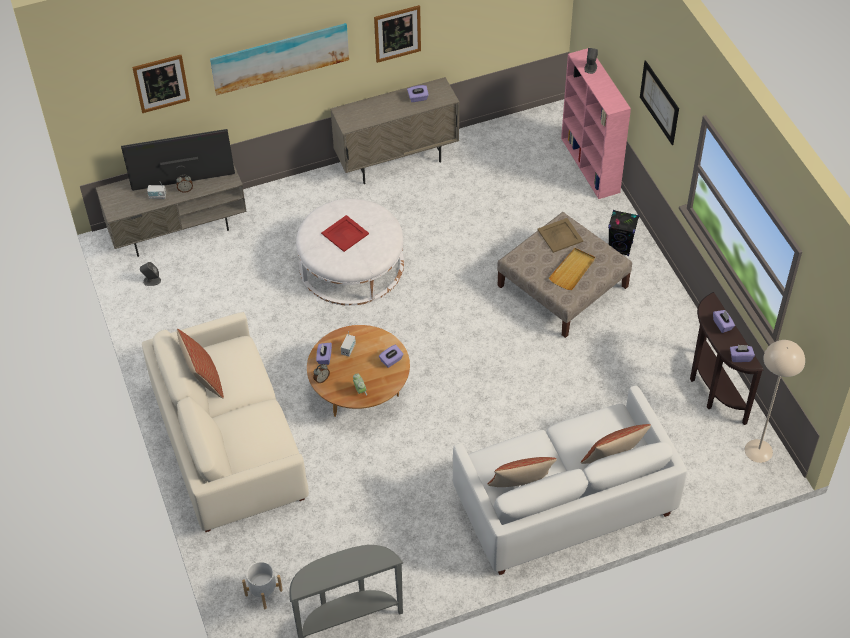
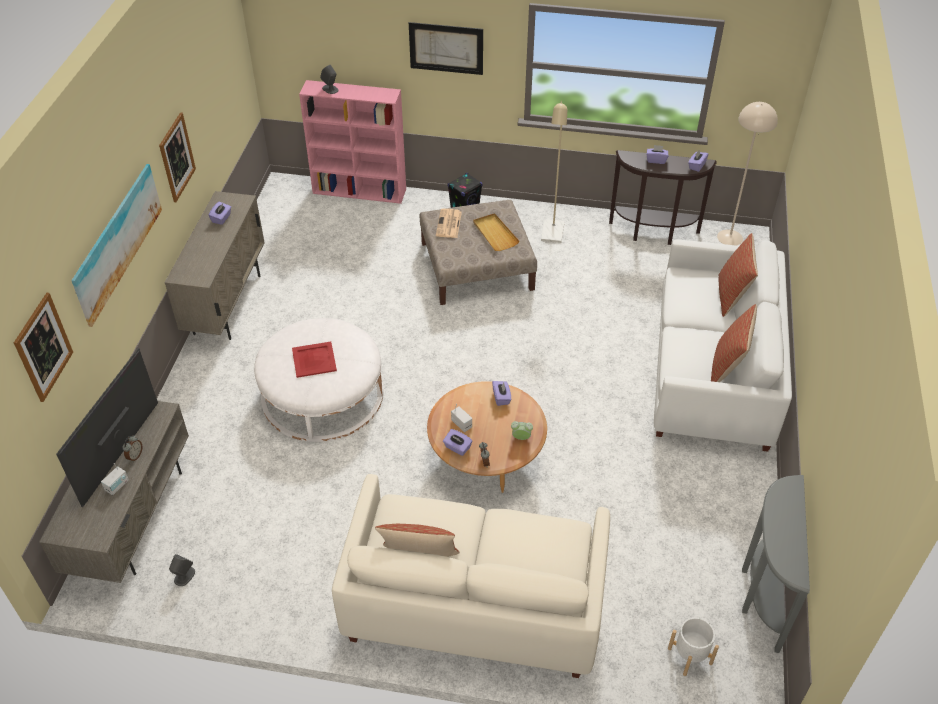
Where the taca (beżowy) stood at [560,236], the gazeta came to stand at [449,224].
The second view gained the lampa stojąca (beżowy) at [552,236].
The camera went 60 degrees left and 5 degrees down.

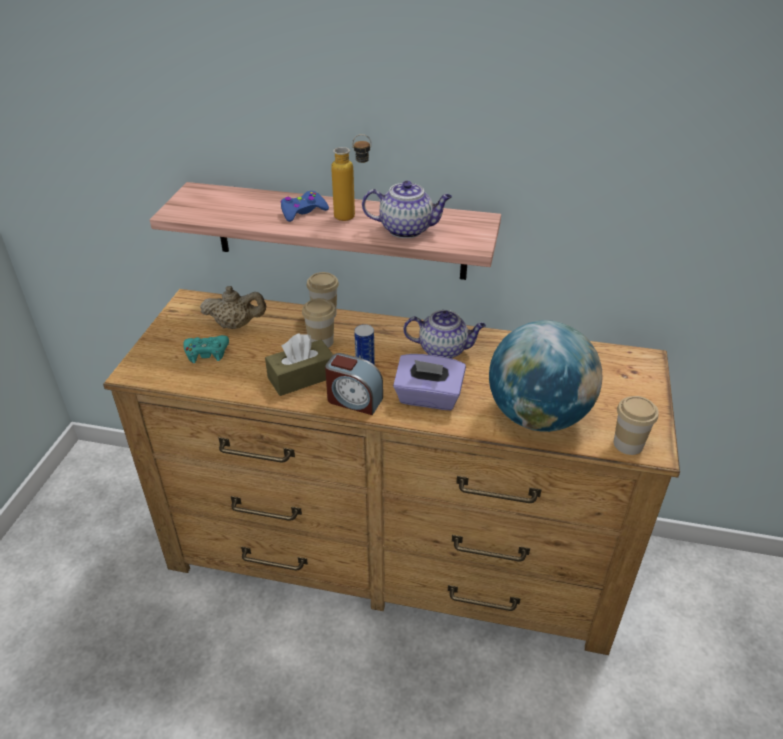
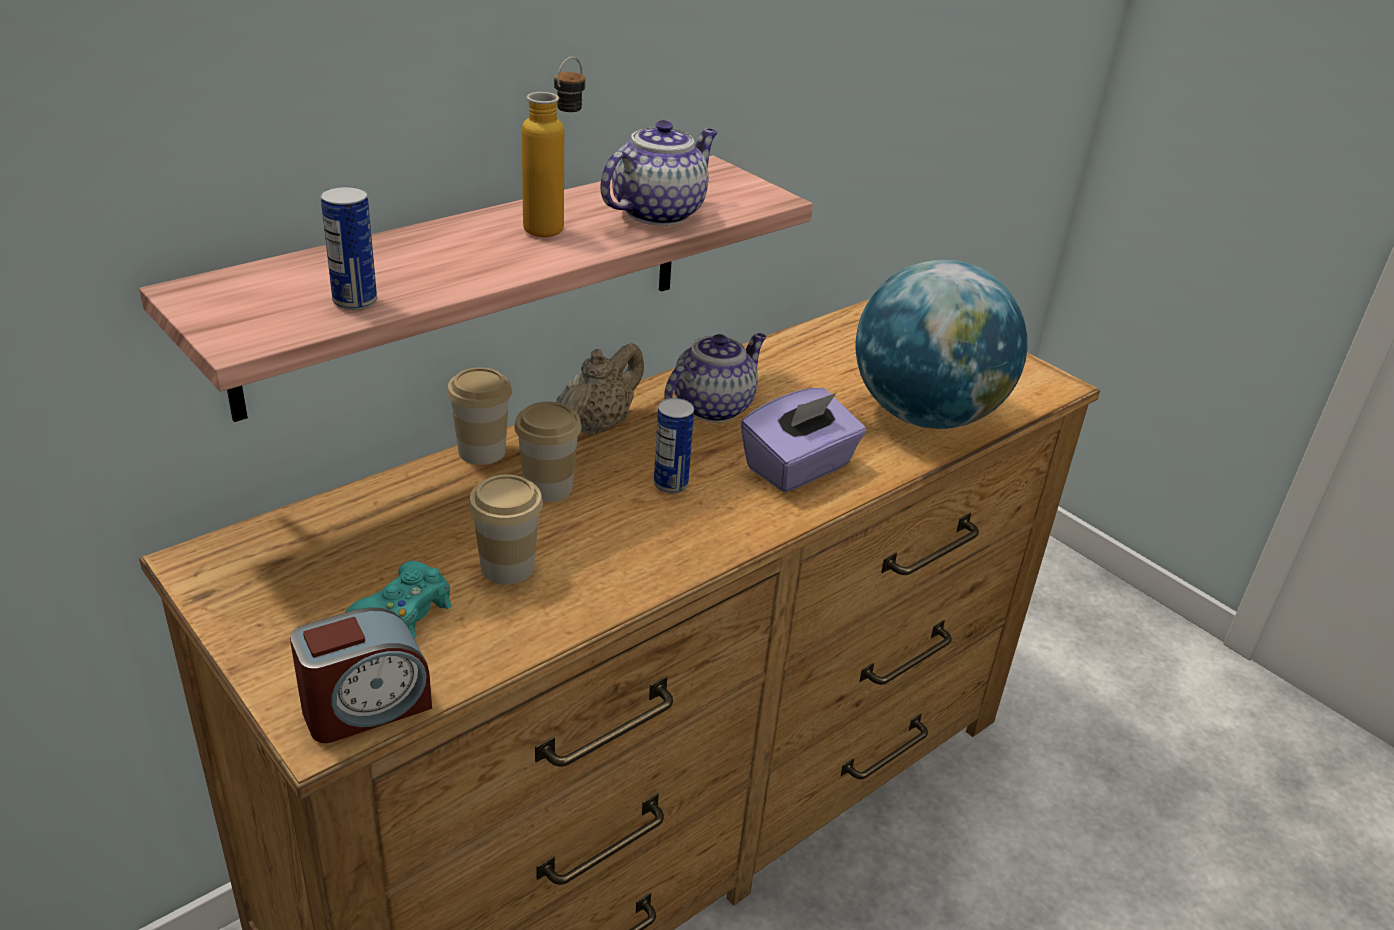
The budzik ended up elsewhere, having gone from [354,400] to [366,707].
The second view gained the puszka at [355,301].
The filiżanka ended up elsewhere, having gone from [628,444] to [507,567].
The imbryk (beżowy) ended up elsewhere, having gone from [236,325] to [598,424].
The second view lost the pudełko chusteczek (brązowy) at [302,377].
The second view lost the pad do gier (niebieski) at [303,212].
The camera went 55 degrees left and 5 degrees down.

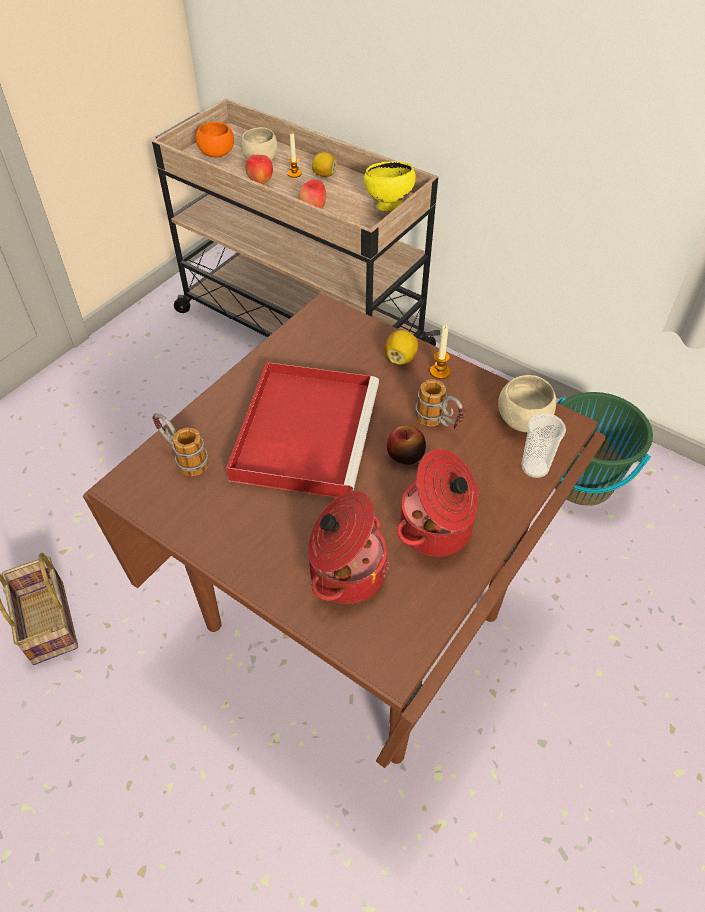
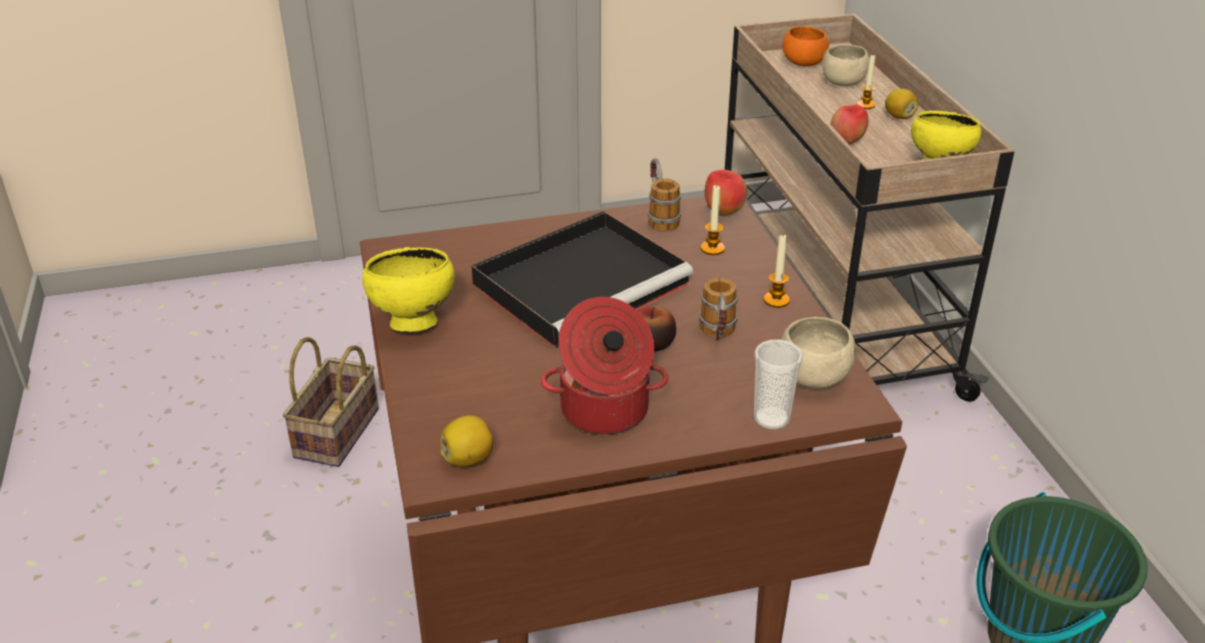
The second view gained the miska (żółty) at [412,323].
The cytryna ended up elsewhere, having gone from [400,358] to [469,459].
What was the taca (czerwony) at [305,430] turned into the taca (czarny) at [583,283].
The kubek ended up elsewhere, having gone from [183,458] to [659,216].
The second view gained the świeca at [712,248].
The jabłko ended up elsewhere, having gone from [260,182] to [723,212].
The second view lost the garnek at [345,572].
The camera went 40 degrees right and 15 degrees down.

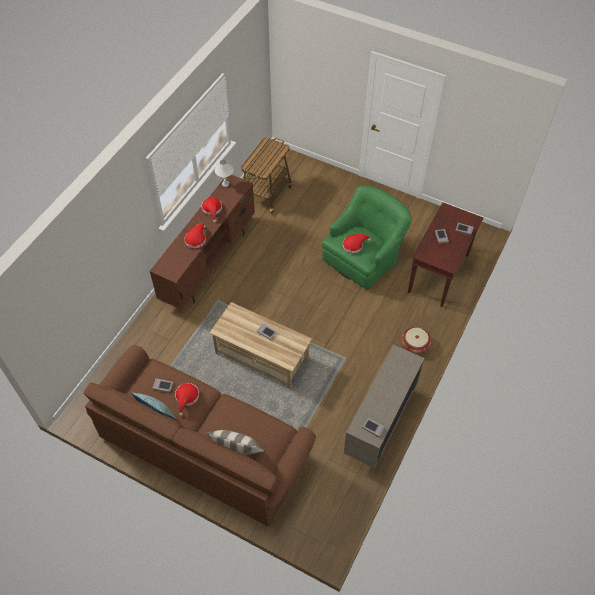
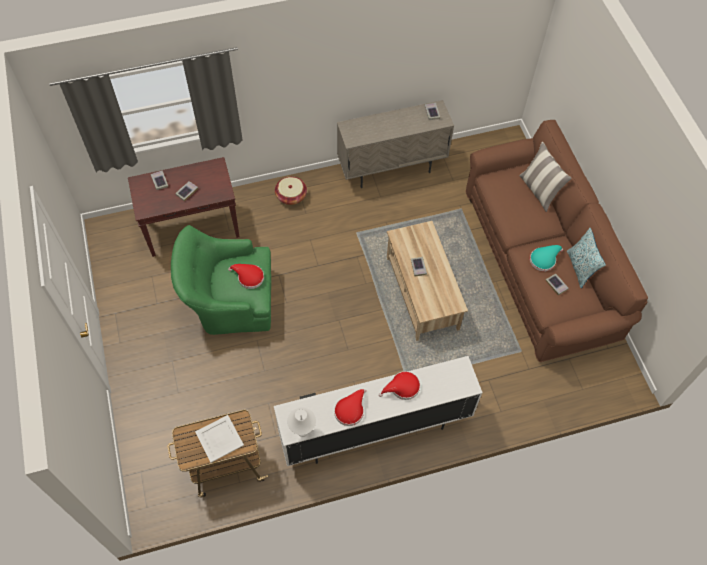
The second view gained the taca (biały) at [220,438].
What was the szafka pod telewizor (brązowy) at [209,263] turned into the szafka pod telewizor (biały) at [374,430].
What was the kapelusz (czerwony) at [186,397] turned into the kapelusz (turkusowy) at [544,259].
The camera went 135 degrees left and 5 degrees up.

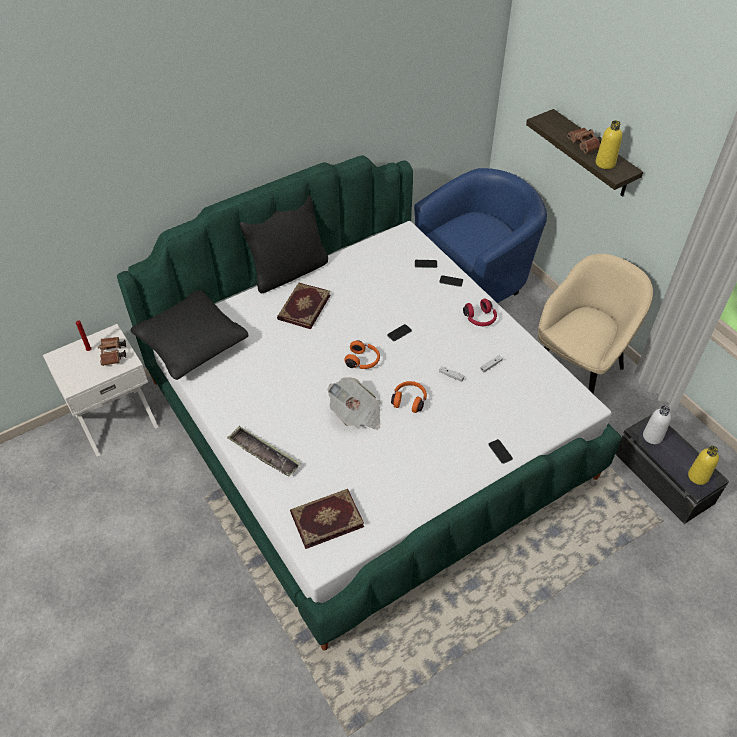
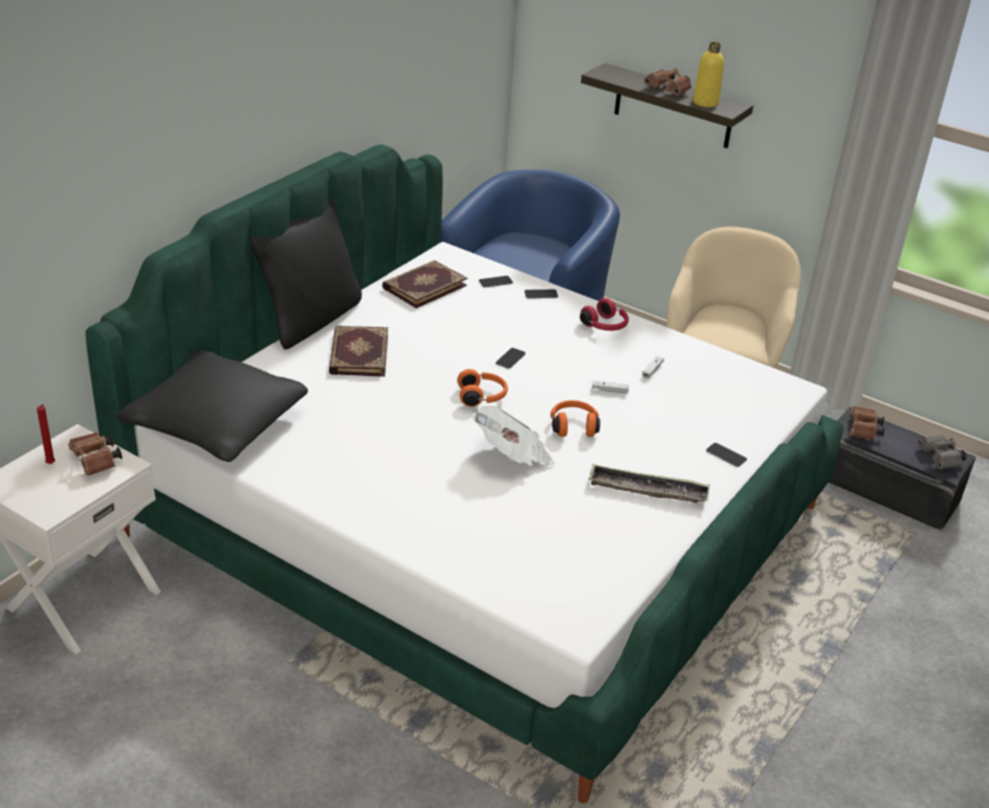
The książka ended up elsewhere, having gone from [326,518] to [424,286].
The taca ended up elsewhere, having gone from [264,454] to [647,490].
Where the butelka (biały) stood at [652,436], the lornetka (brązowy) came to stand at [863,431].
Where the butelka (żółty) stood at [698,476], the lornetka (szary) came to stand at [940,459].
The camera went 25 degrees left and 15 degrees down.

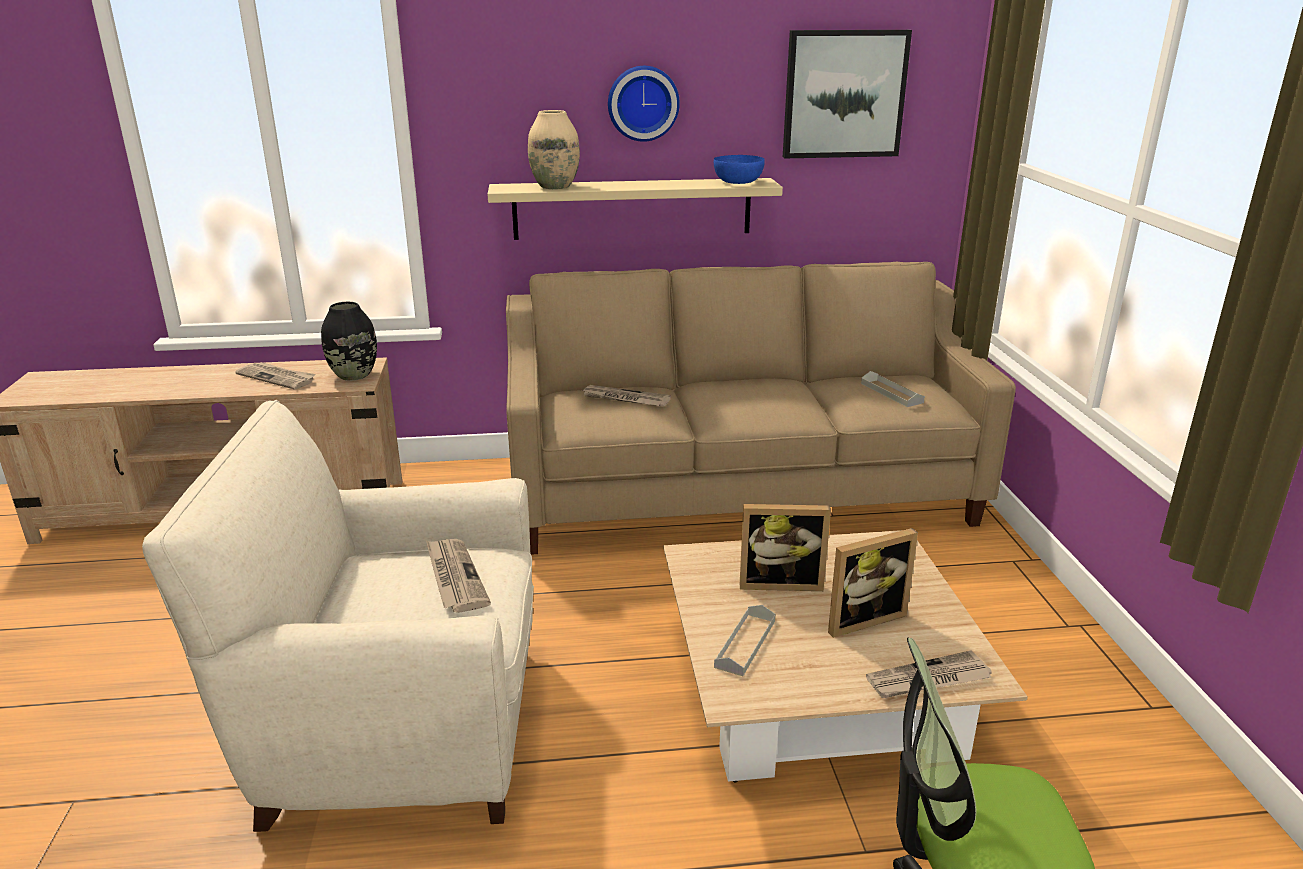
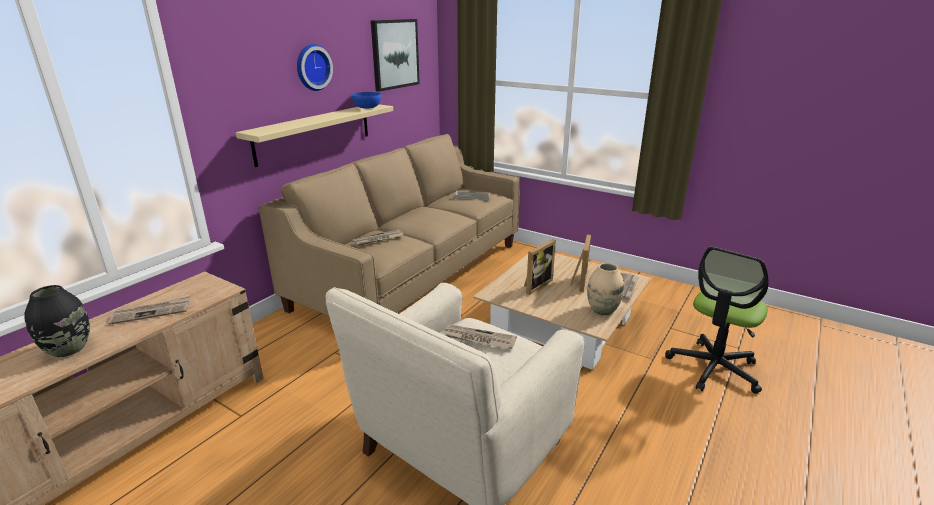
The wazon (czarny) ended up elsewhere, having gone from [353,375] to [68,349].
The wazon (beżowy) ended up elsewhere, having gone from [554,186] to [602,310].
The second view lost the taca (szary) at [745,644].
The camera went 50 degrees left and 0 degrees up.

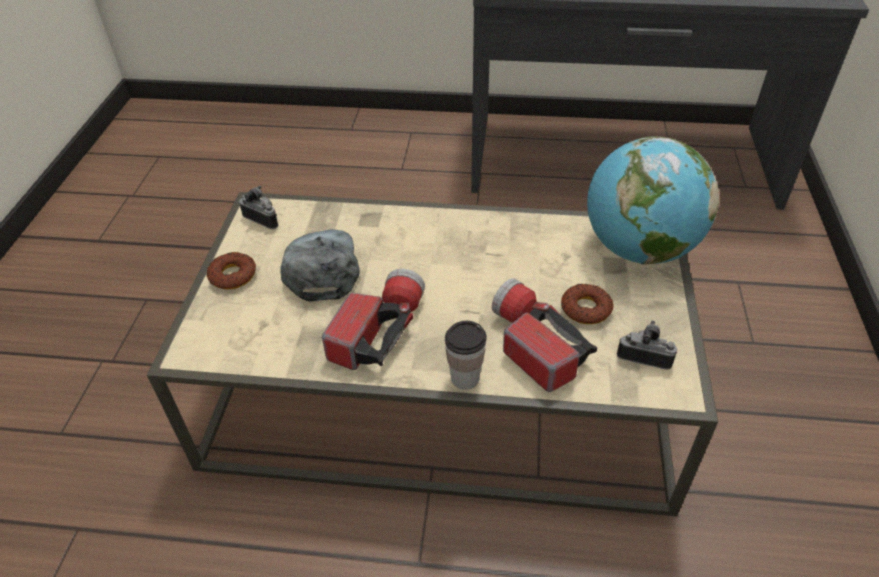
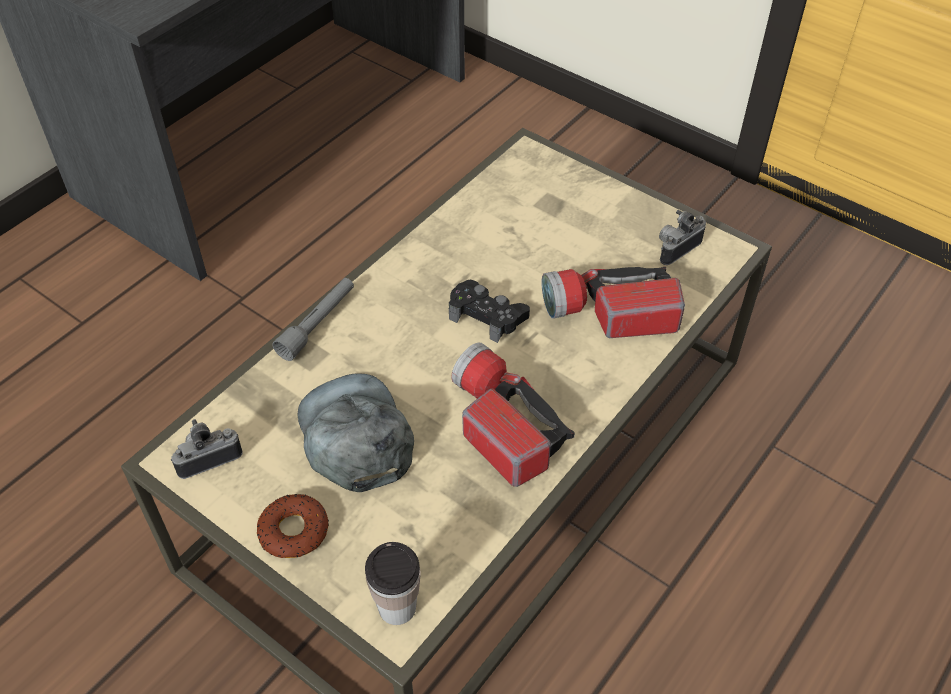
The second view gained the latarka (szary) at [318,324].
The czapka z daszkiem (szary) at [321,267] ended up facing another way, 45 degrees clockwise from before.
The filiżanka ended up elsewhere, having gone from [465,378] to [397,607].
The second view gained the pad do gier (czarny) at [487,316].
The second view lost the donut at [585,309].
The second view lost the globus at [639,249].
The camera went 60 degrees left and 5 degrees up.

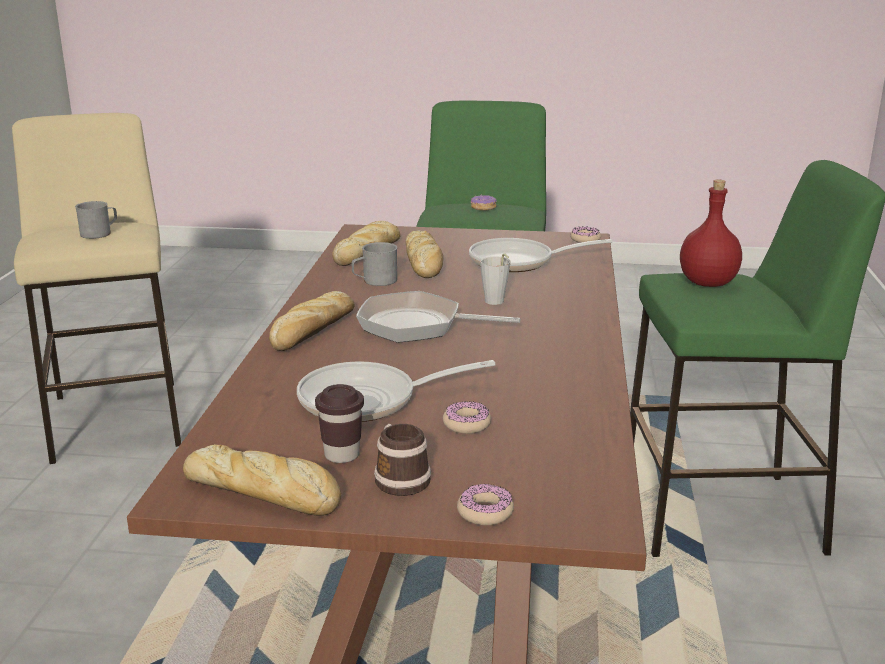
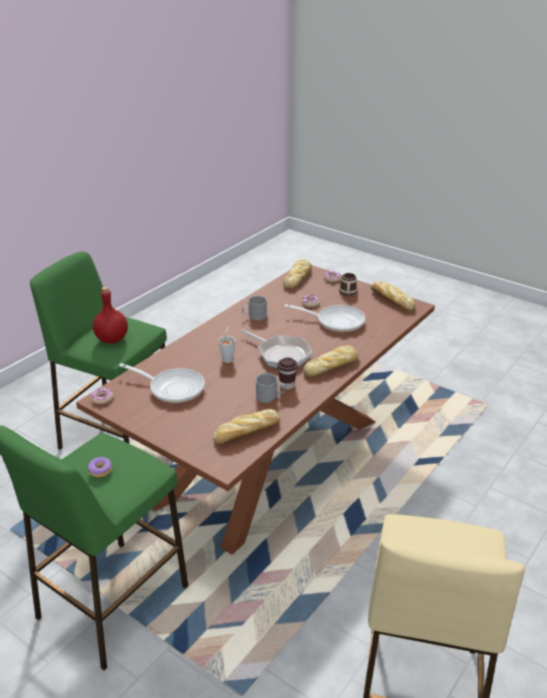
The kubek (szary) ended up elsewhere, having gone from [100,233] to [254,316].
The filiżanka (brązowy) ended up elsewhere, having gone from [342,455] to [287,385].
The chleb ended up elsewhere, having gone from [424,262] to [297,278].
The camera went 150 degrees left and 10 degrees up.

